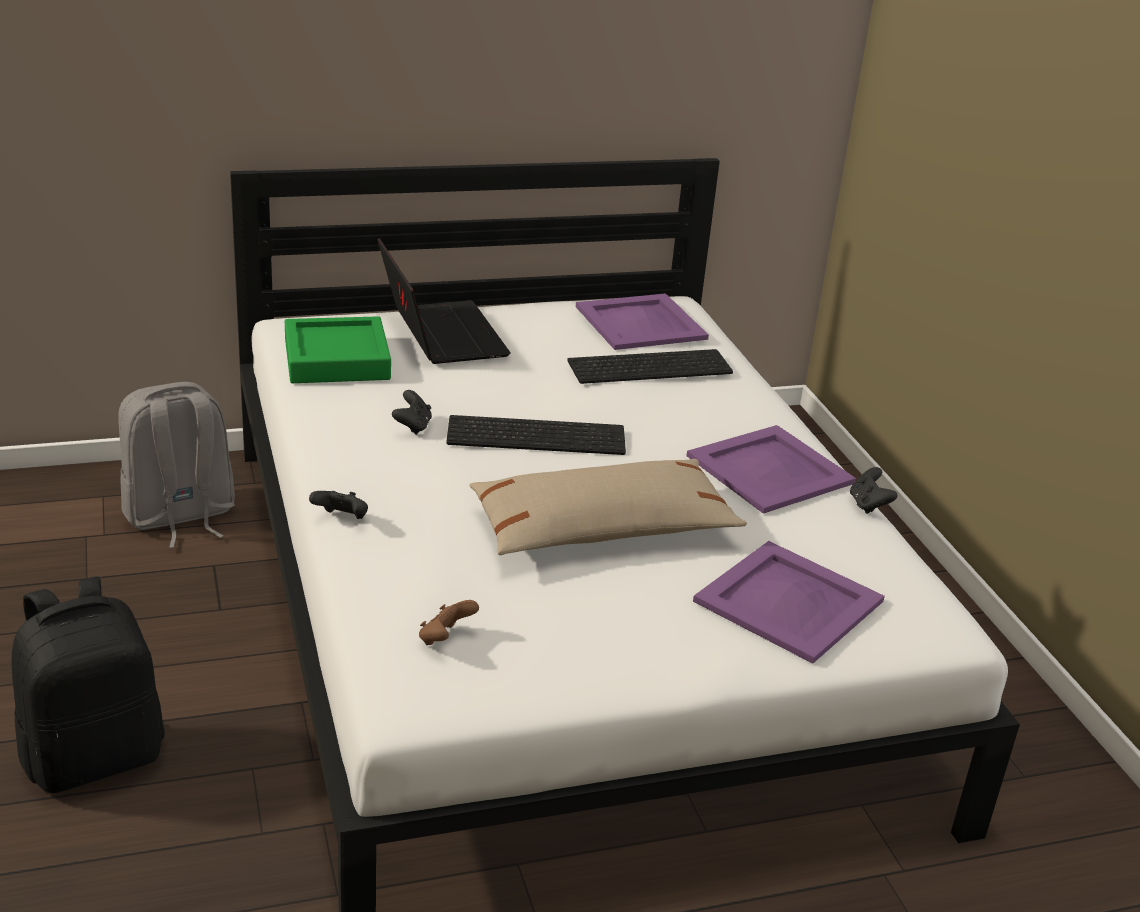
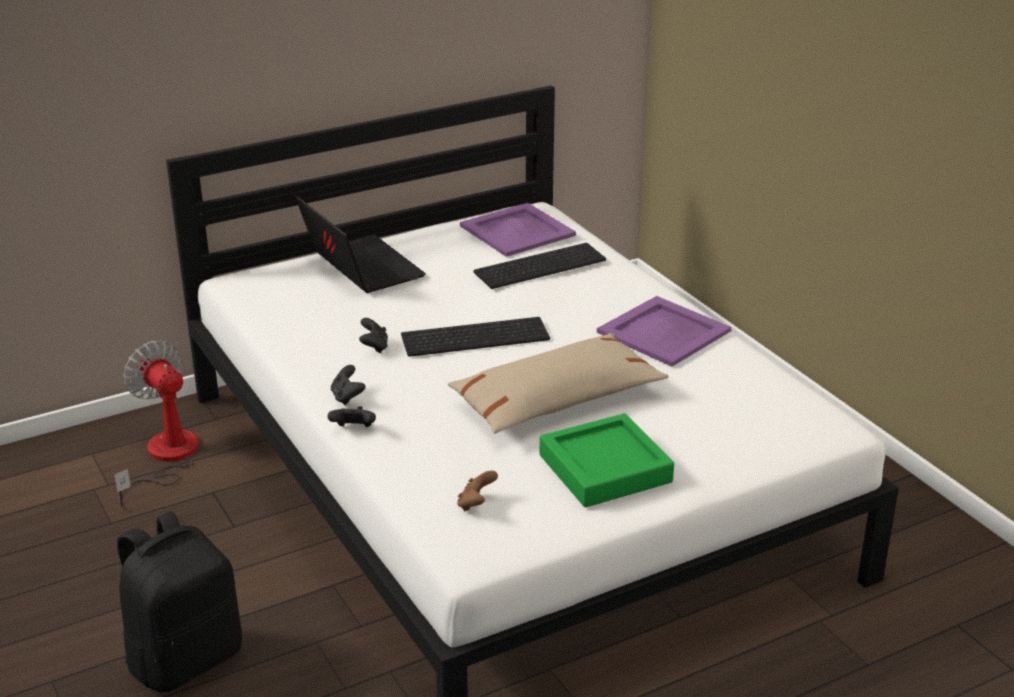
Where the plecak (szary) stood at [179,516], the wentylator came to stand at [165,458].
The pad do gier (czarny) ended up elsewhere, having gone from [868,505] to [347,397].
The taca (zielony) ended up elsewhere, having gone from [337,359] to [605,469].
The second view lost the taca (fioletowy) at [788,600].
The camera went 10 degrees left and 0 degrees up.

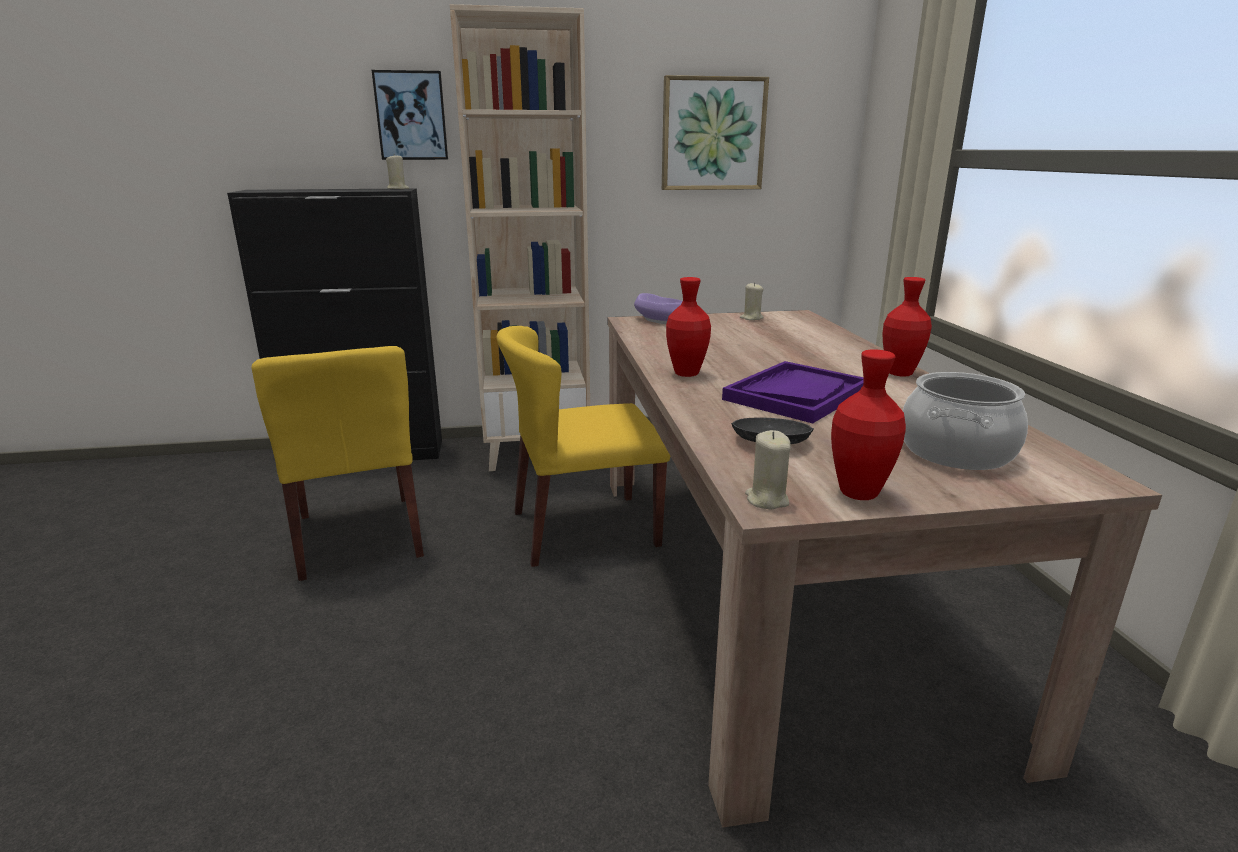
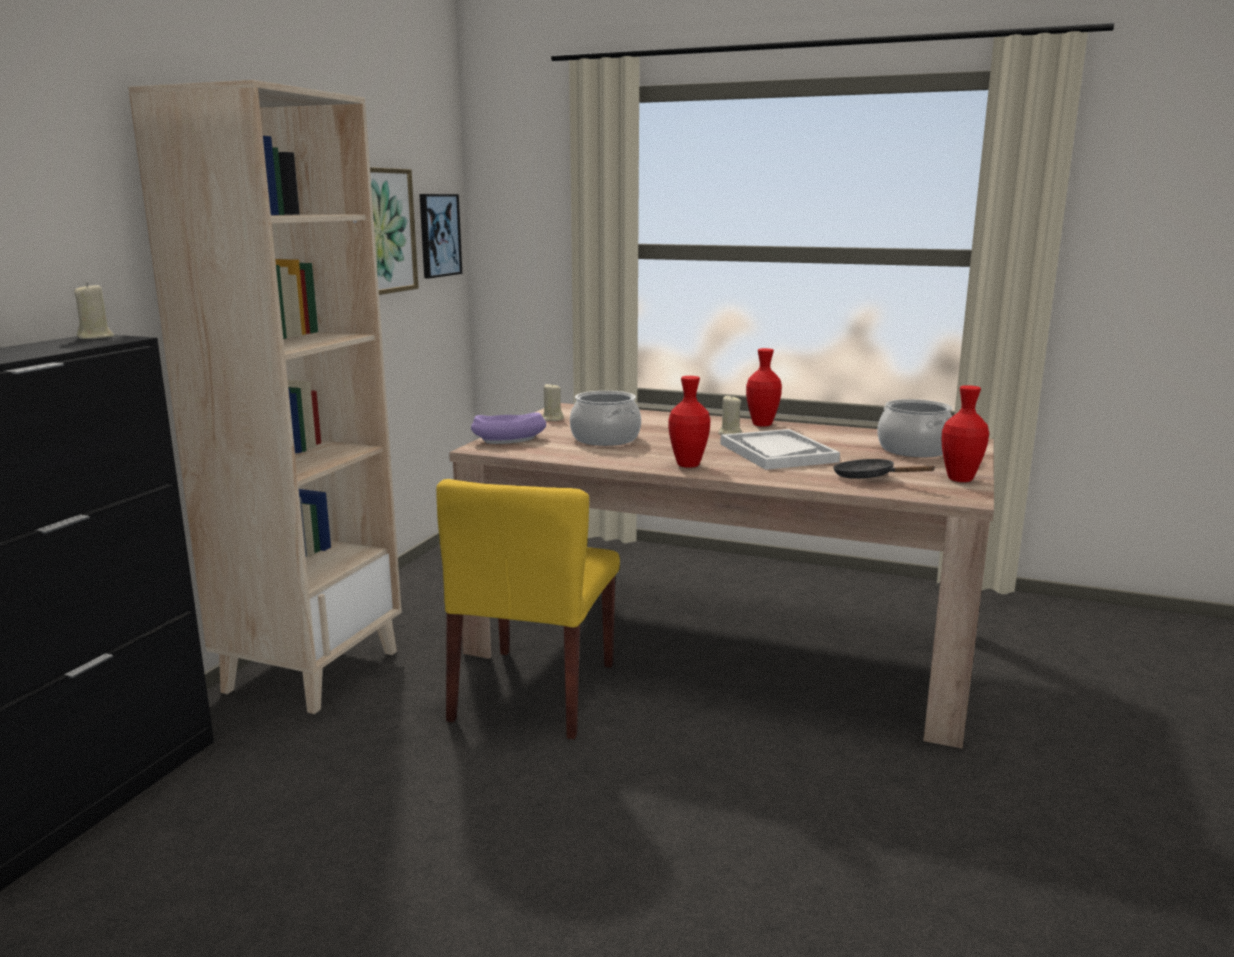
The obraz ended up elsewhere, having gone from [411,116] to [439,235].
The second view gained the garnek at [606,439].
The świeca (beżowy) ended up elsewhere, having gone from [766,500] to [730,433].
What was the taca (fioletowy) at [796,394] turned into the taca (biały) at [777,453].
The second view lost the krzesło (żółty) at [359,536].
The camera went 60 degrees left and 5 degrees down.

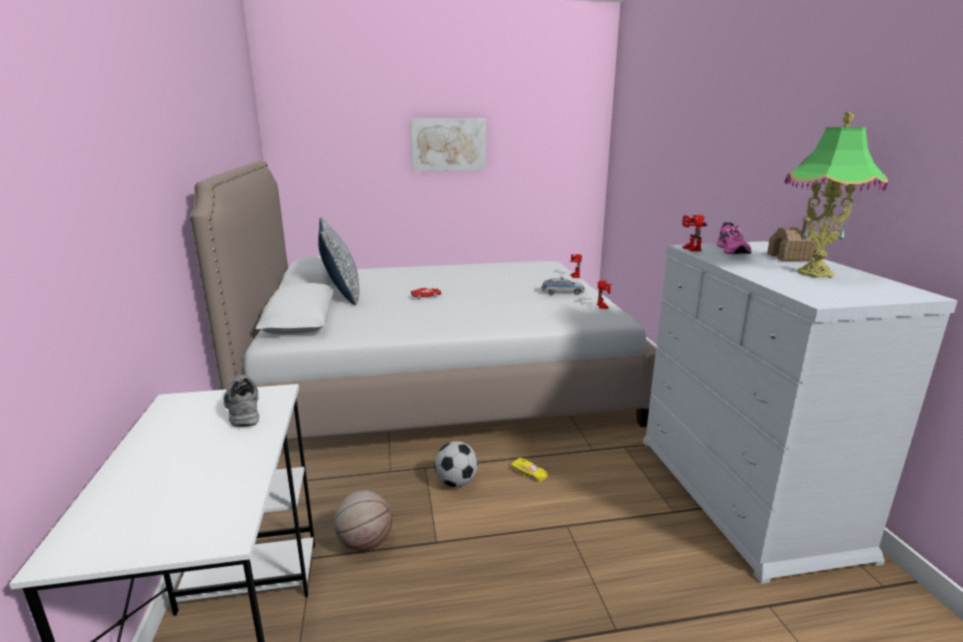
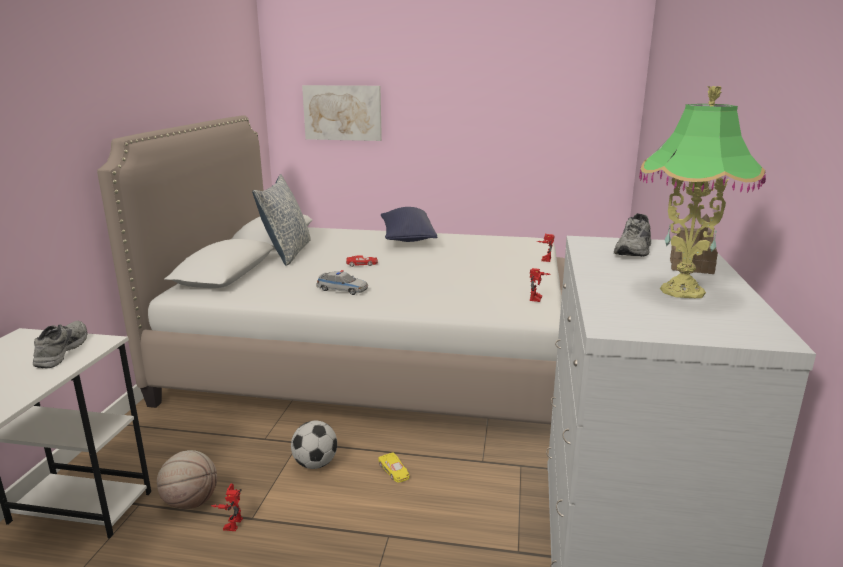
The robot zabawkowy ended up elsewhere, having gone from [688,249] to [231,522].
The obraz ended up elsewhere, having gone from [448,144] to [342,112].
The samochodzik ended up elsewhere, having gone from [562,292] to [342,289].
The second view gained the poduszka (niebieski) at [407,238].
What was the but (różowy) at [733,250] turned into the but (szary) at [635,250].
The camera went 20 degrees right and 0 degrees up.

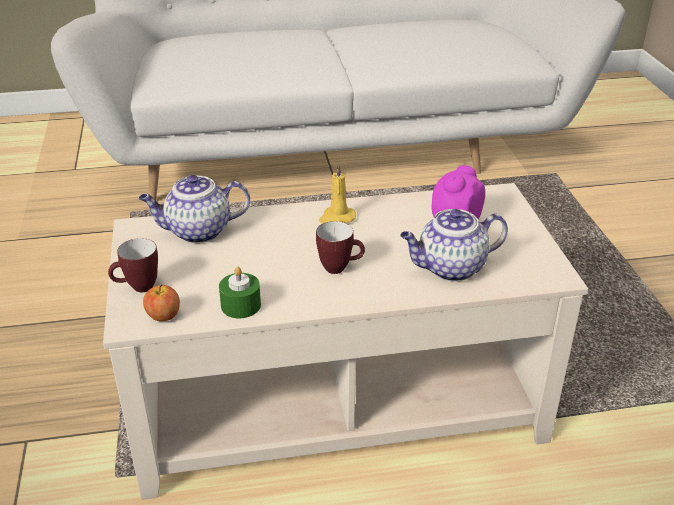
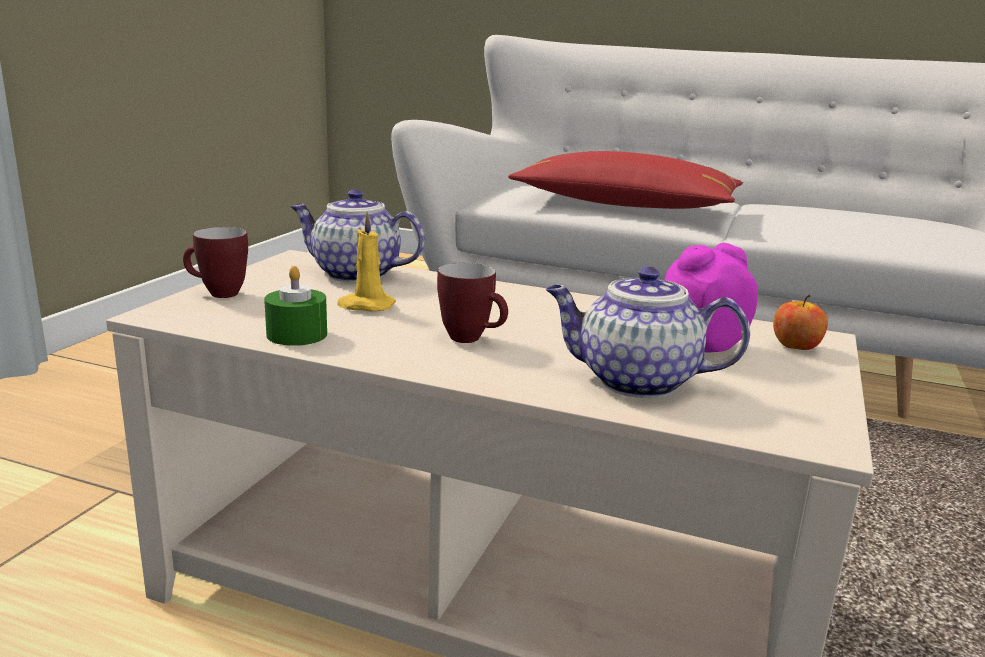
The świeca (żółty) ended up elsewhere, having gone from [336,218] to [365,306].
The second view gained the poduszka (czerwony) at [625,205].
The jabłko ended up elsewhere, having gone from [163,316] to [795,346].
The camera went 30 degrees right and 15 degrees down.

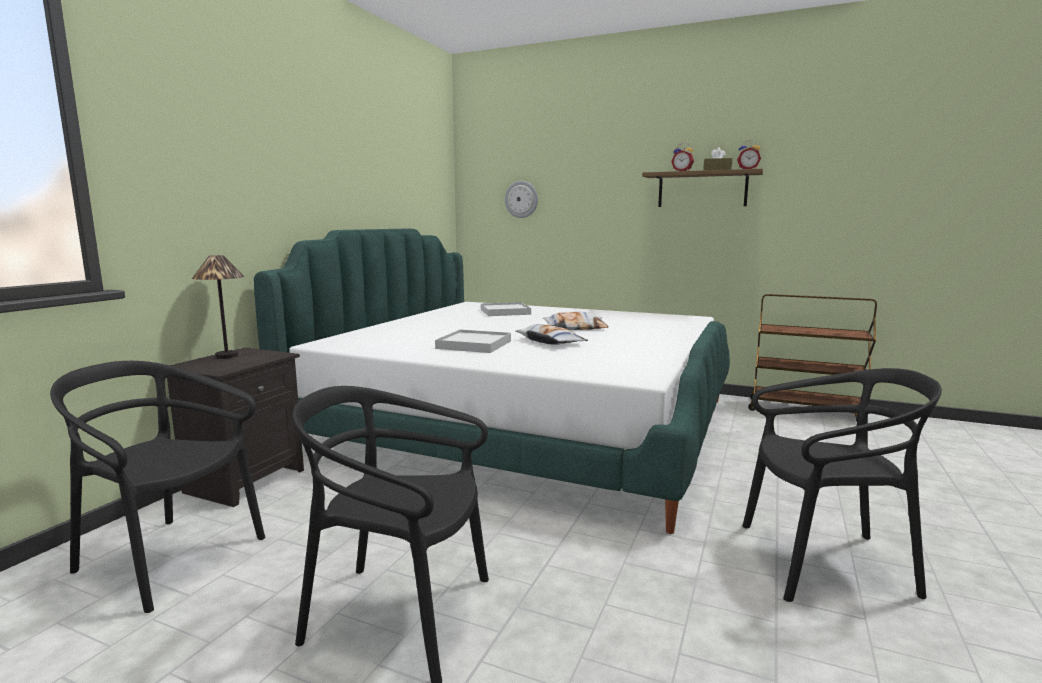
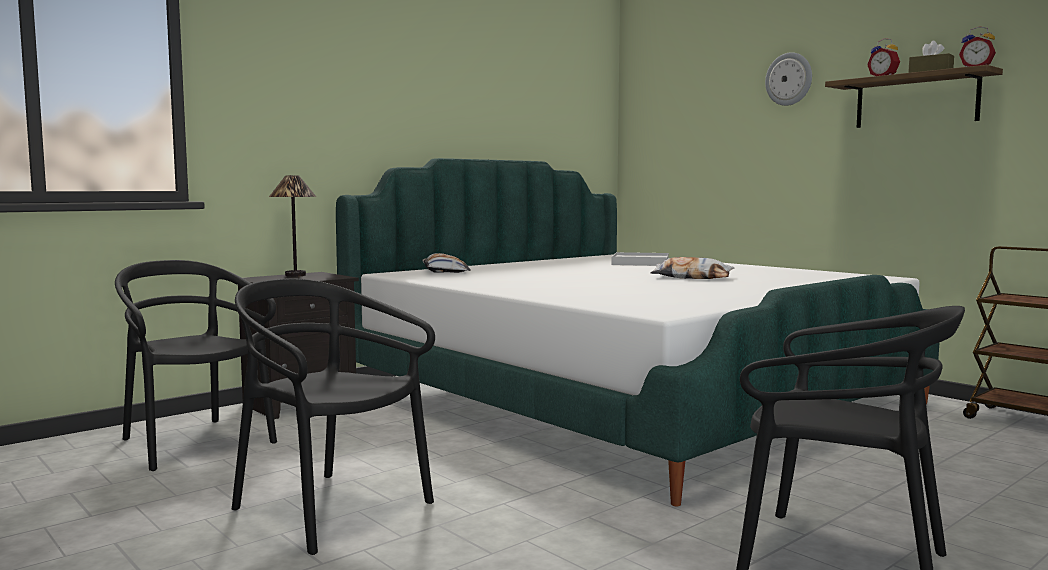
The poduszka ended up elsewhere, having gone from [550,342] to [444,272].
The zegar ścienny ended up elsewhere, having gone from [521,199] to [789,79].
The second view lost the taca (biały) at [474,345].
The camera went 25 degrees right and 5 degrees down.

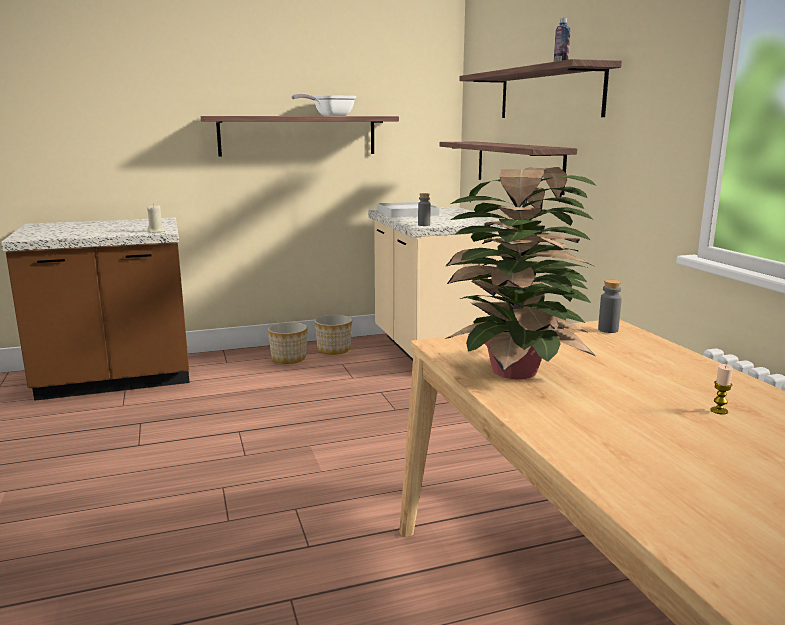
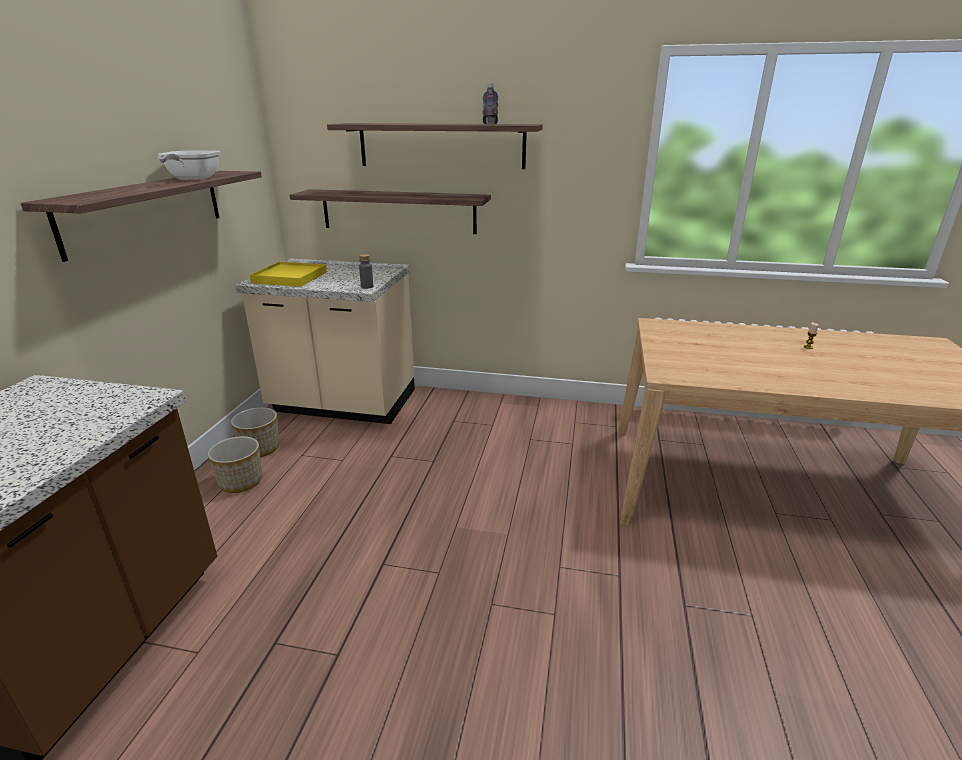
What was the taca (biały) at [407,213] turned into the taca (żółty) at [290,277].
The second view lost the świeca (beżowy) at [156,231].
The second view lost the roślina doniczkowa at [513,373].
The second view lost the butelka (szary) at [608,330].
The camera went 60 degrees left and 10 degrees up.

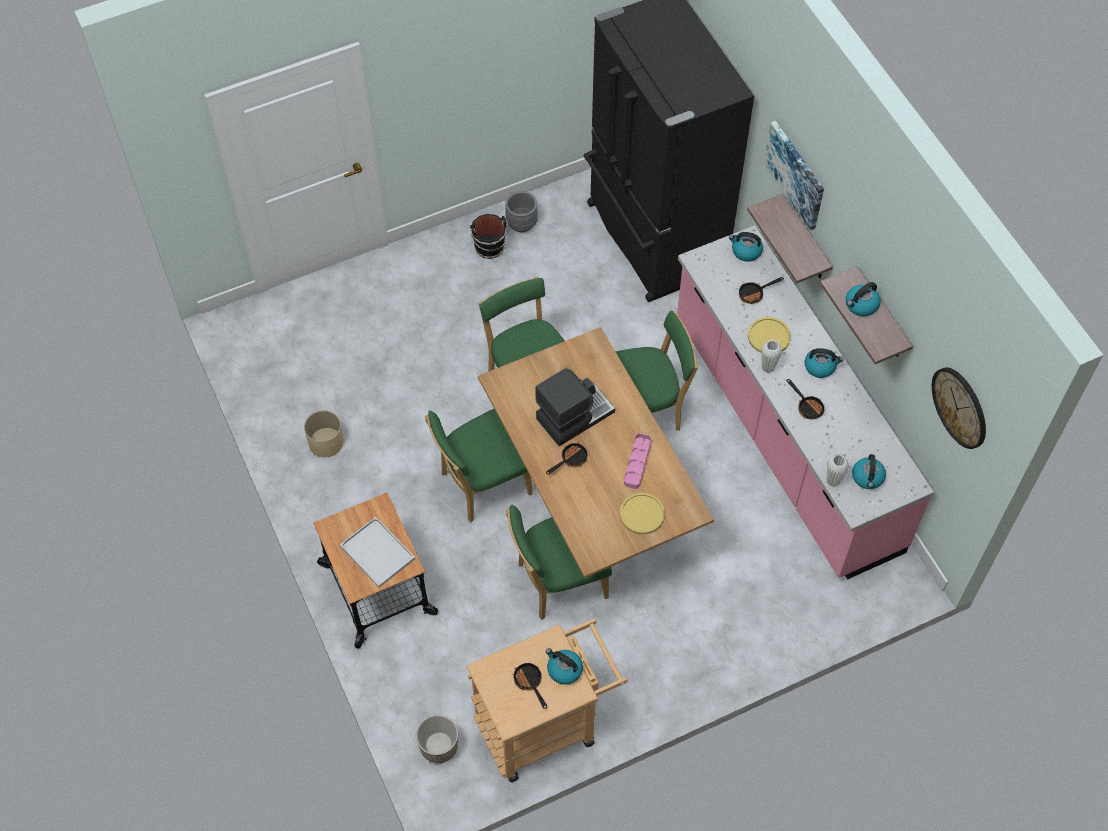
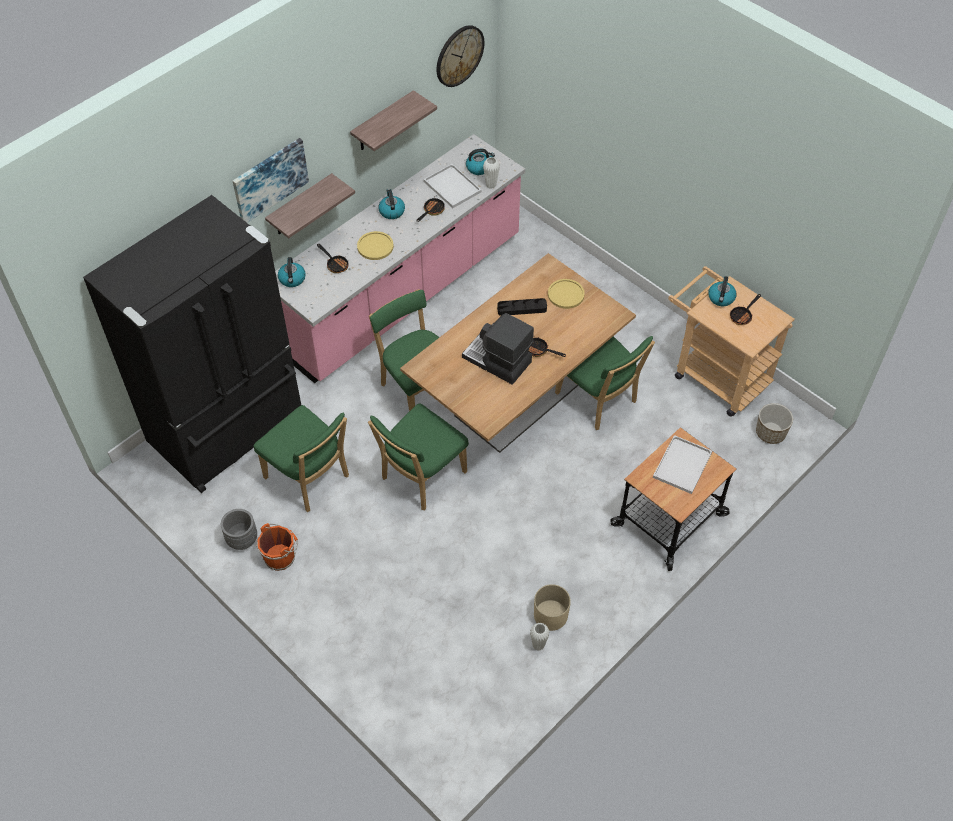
The krzesło (zielony) ended up elsewhere, having gone from [481,485] to [309,479].
What was the wiadro (czarny) at [490,248] turned into the wiadro (pomarańczowy) at [281,556].
The second view gained the taca (biały) at [453,187].
What was the taca (różowy) at [637,462] turned into the taca (czarny) at [522,309].
The wazon (biały) ended up elsewhere, having gone from [768,367] to [538,645].
The second view lost the czajnik at [861,305].
The camera went 110 degrees left and 5 degrees down.

